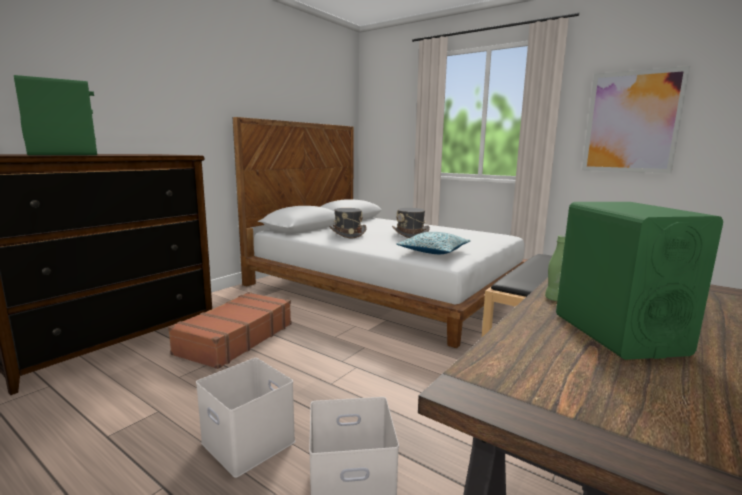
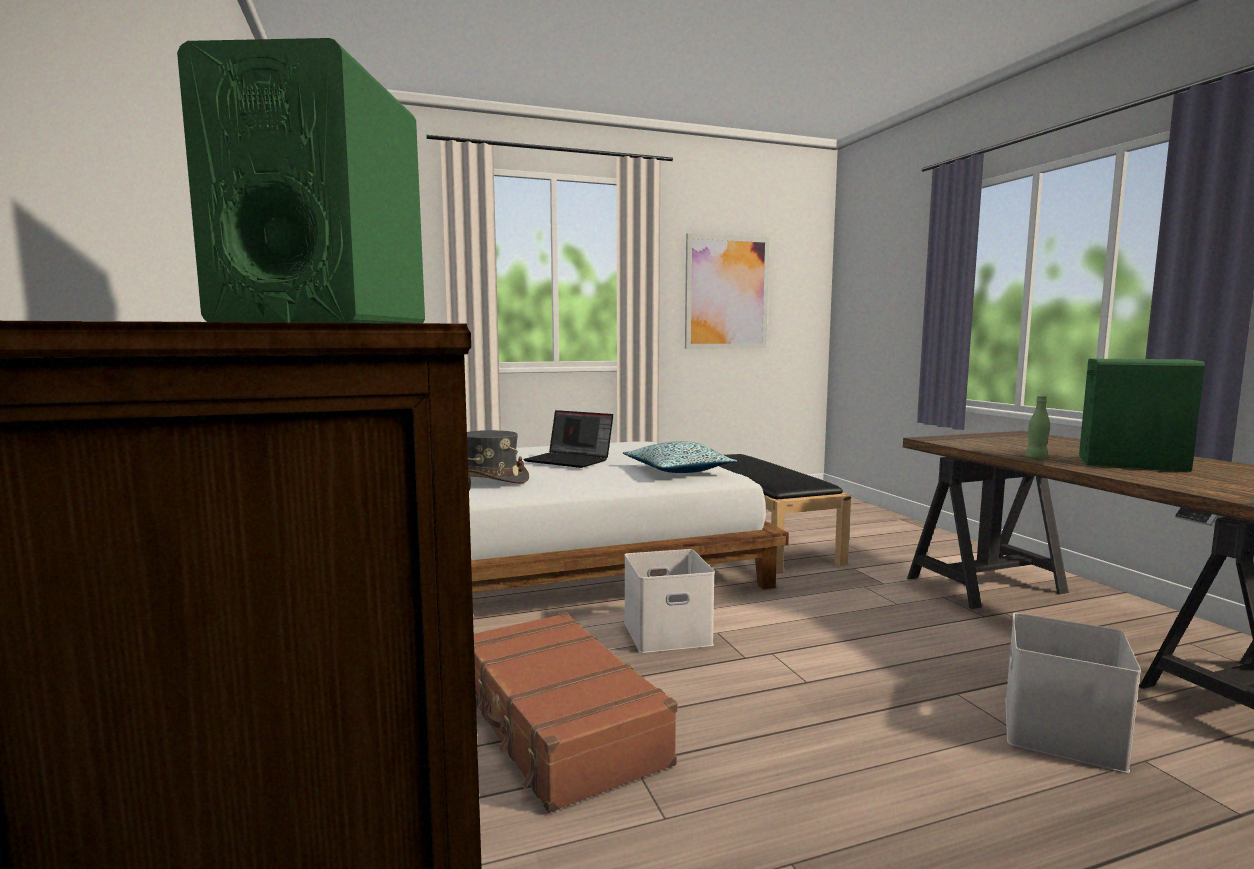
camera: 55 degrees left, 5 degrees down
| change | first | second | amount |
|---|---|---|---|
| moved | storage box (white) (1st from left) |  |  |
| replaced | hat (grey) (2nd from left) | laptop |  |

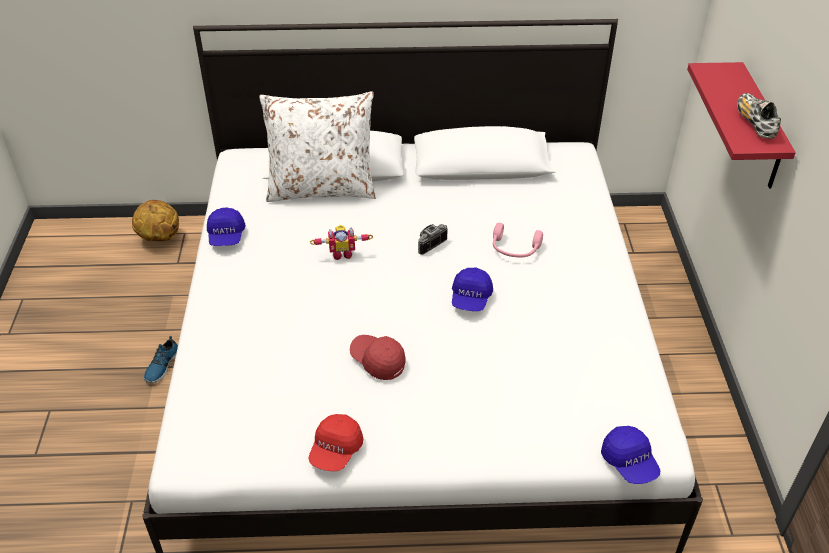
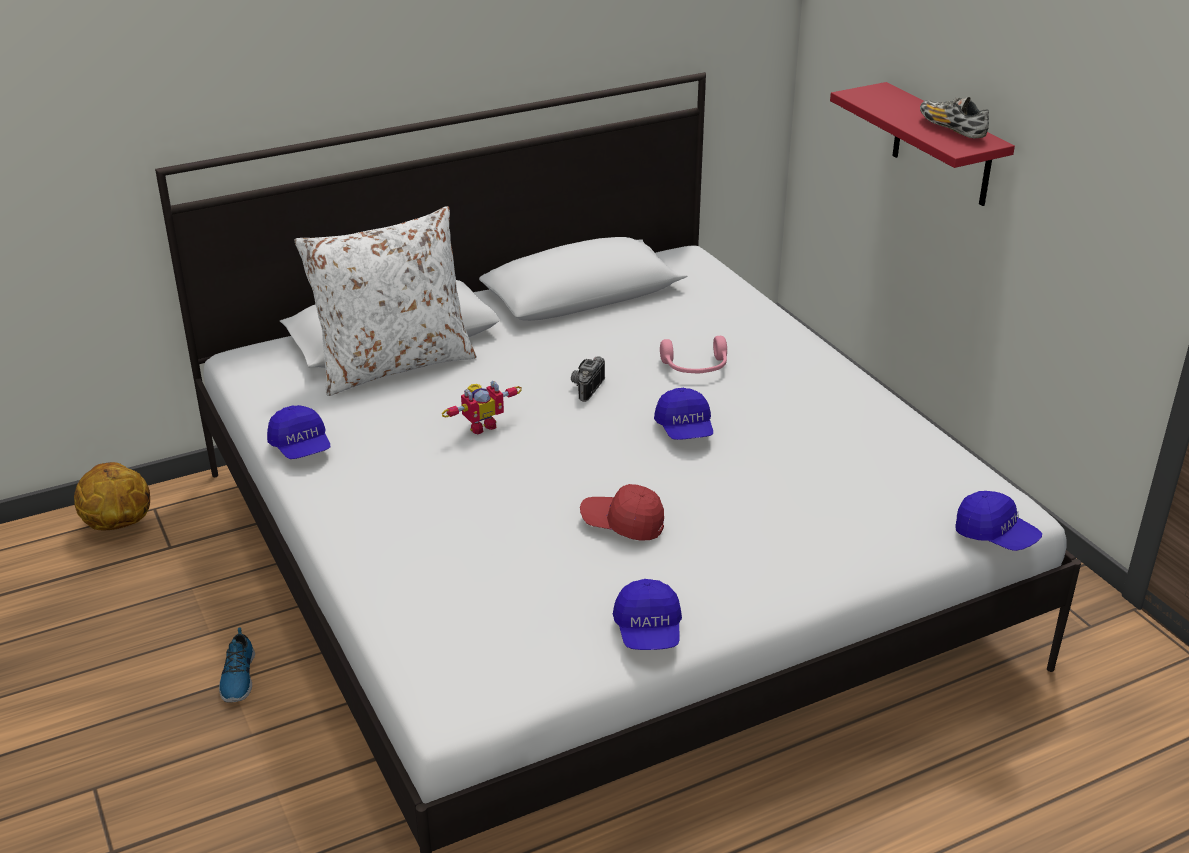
camera: 25 degrees left, 10 degrees down
| change | first | second | amount |
|---|---|---|---|
| recoloured | cap (red) (1st from left) | cap (blue) (2nd from left) |  |

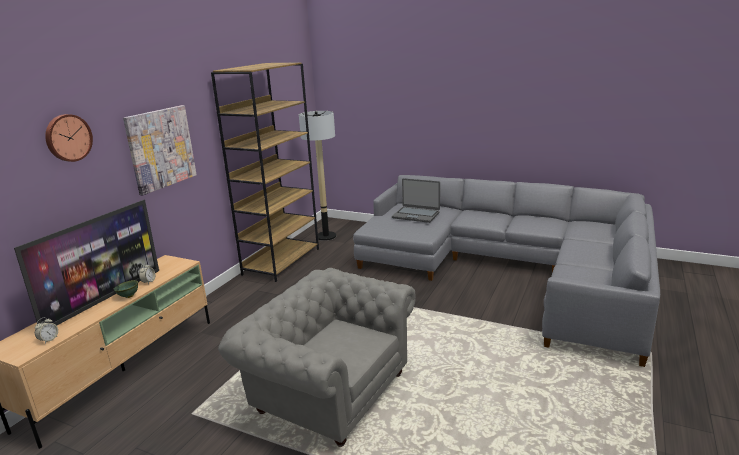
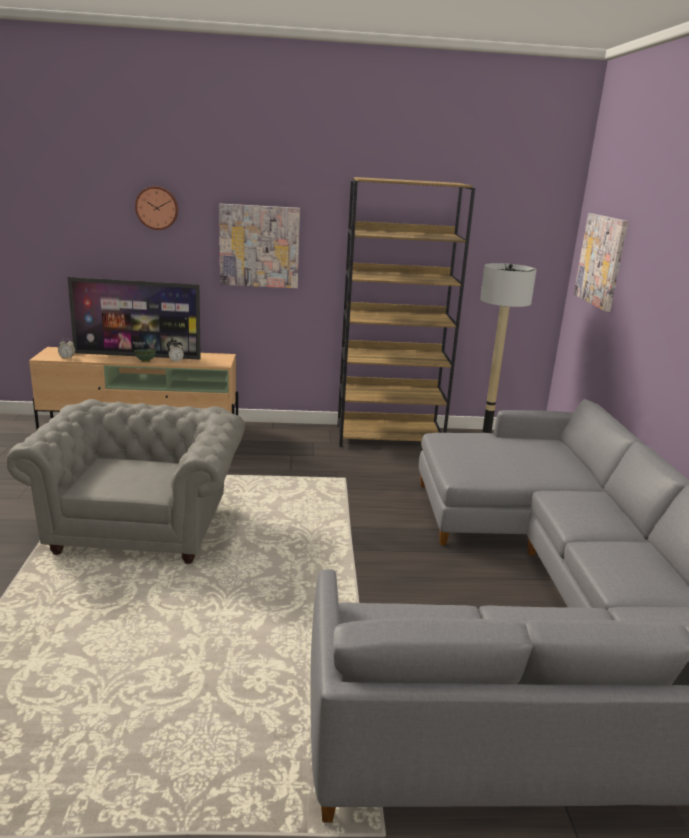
camera: 60 degrees right, 0 degrees up
| change | first | second | amount |
|---|---|---|---|
| removed | laptop |  |  |
| added |  | picture (2nd from left) |  |

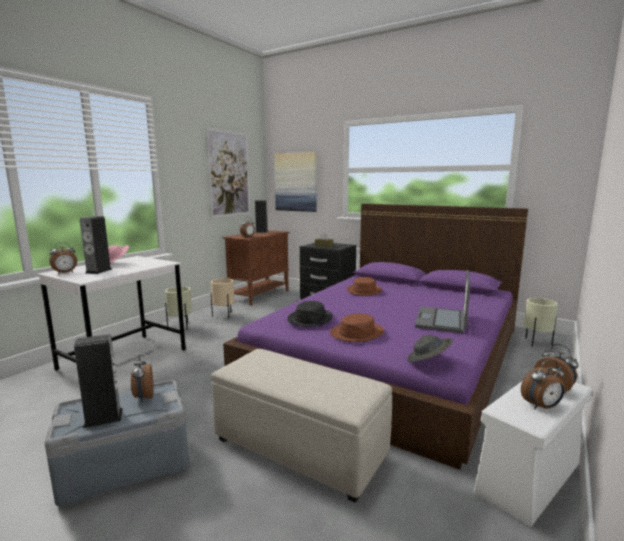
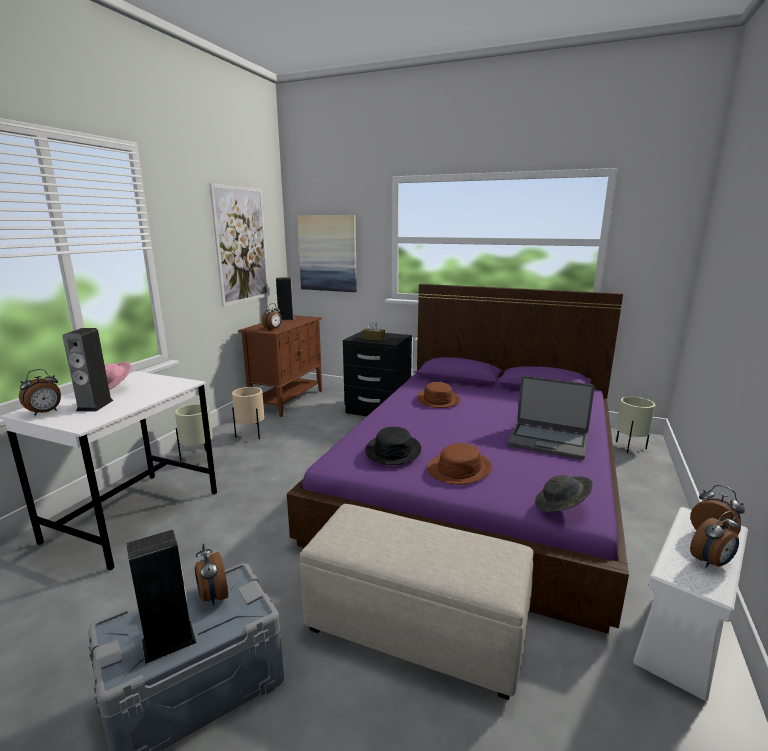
camera: 10 degrees left, 5 degrees up
| change | first | second | amount |
|---|---|---|---|
| turned | laptop |  | 75 degrees counterclockwise |

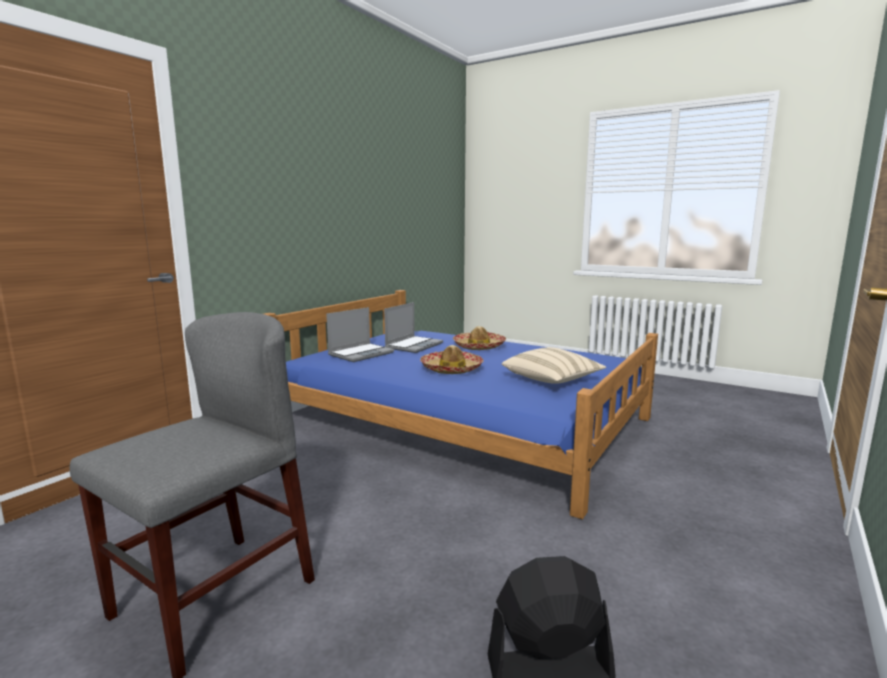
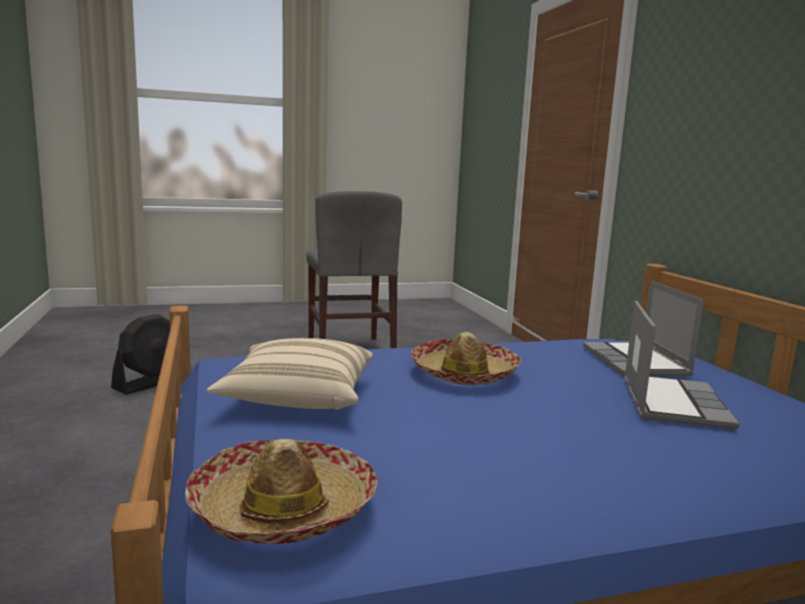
camera: 130 degrees right, 0 degrees up
| change | first | second | amount |
|---|---|---|---|
| turned | laptop (2nd from left) |  | 150 degrees counterclockwise |
| moved | hat (2nd from left in the first image) | hat (1st from left) |  |

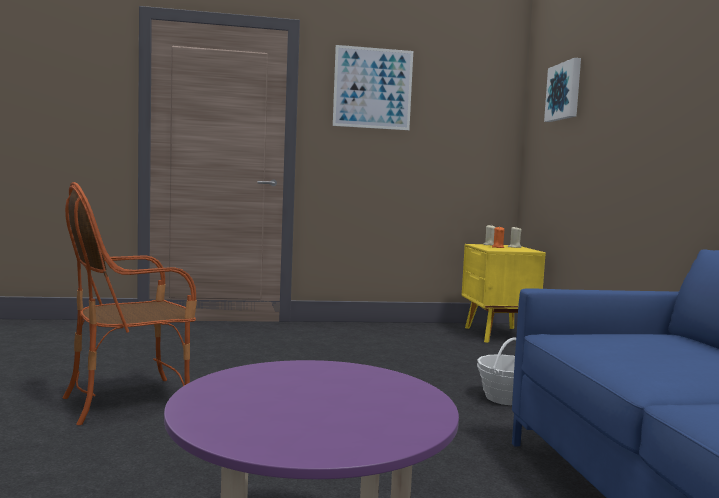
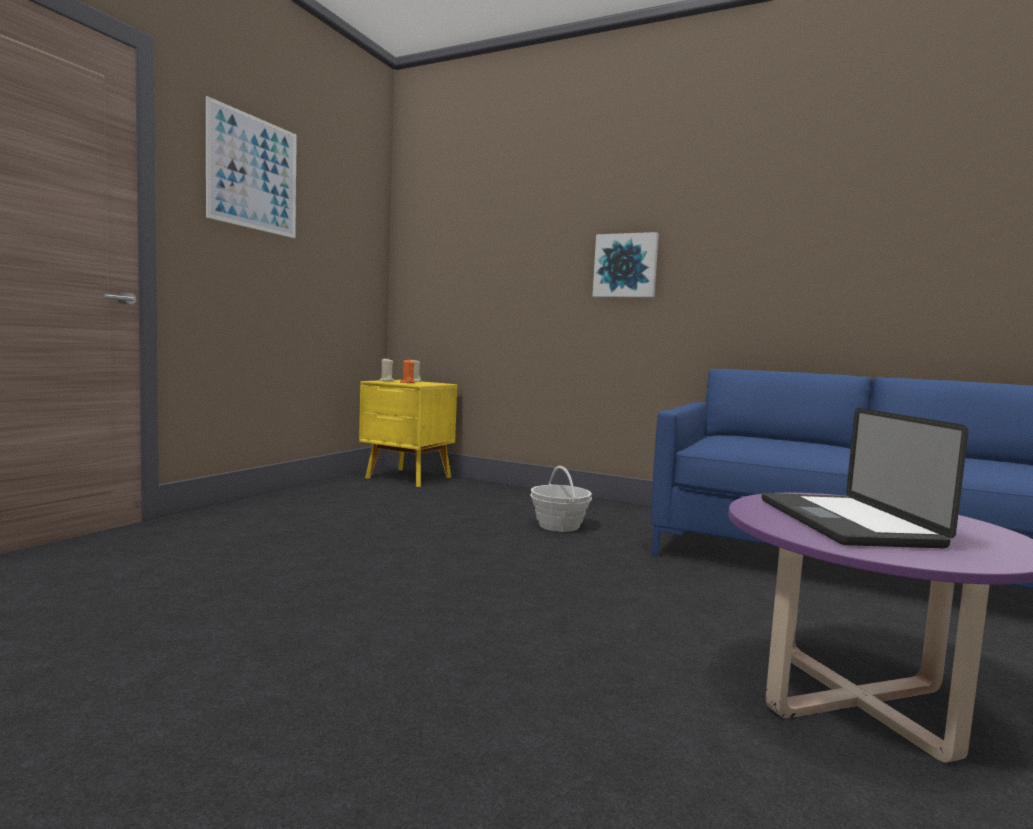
camera: 55 degrees left, 0 degrees up
| change | first | second | amount |
|---|---|---|---|
| removed | armchair |  |  |
| moved | picture (2nd from left) |  |  |
| added |  | laptop |  |

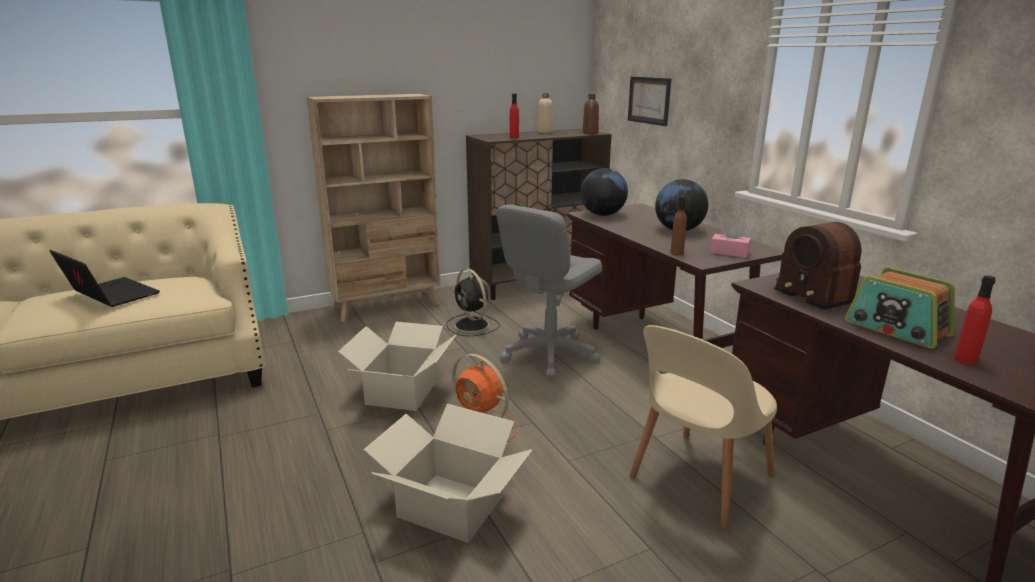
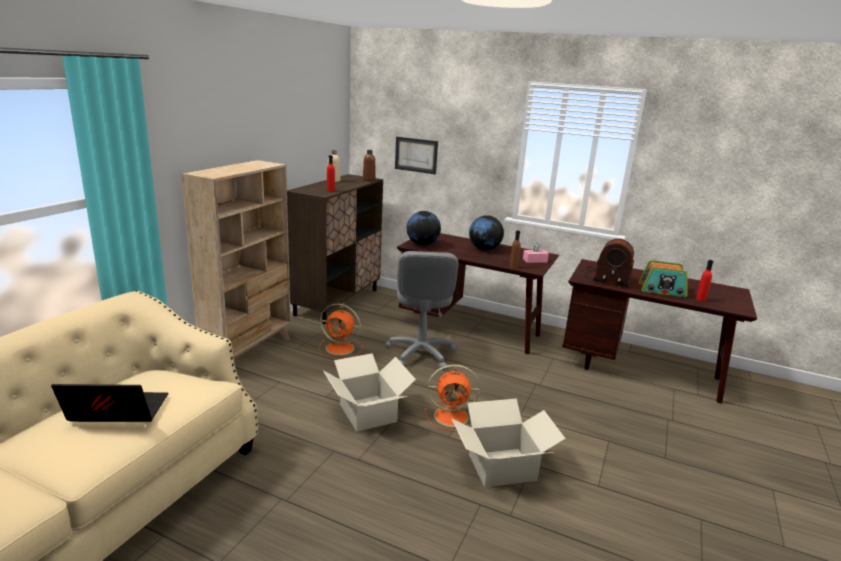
camera: 40 degrees left, 0 degrees up
| change | first | second | amount |
|---|---|---|---|
| recoloured | fan (black) | fan (orange) (1st from left) |  |
| removed | chair (beige) |  |  |

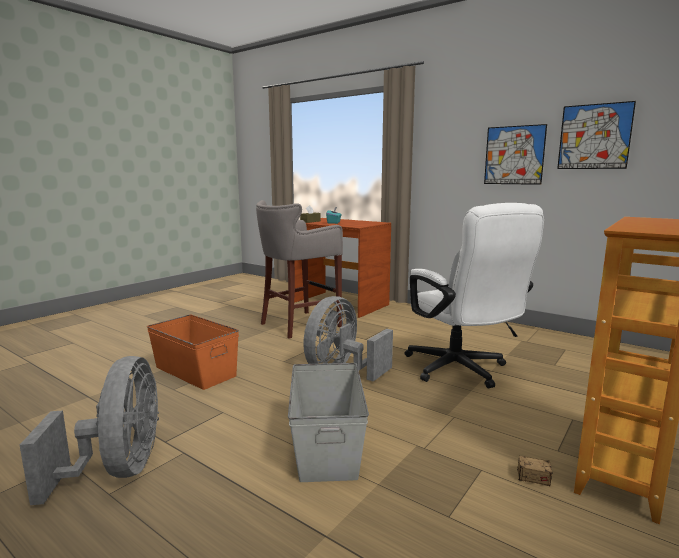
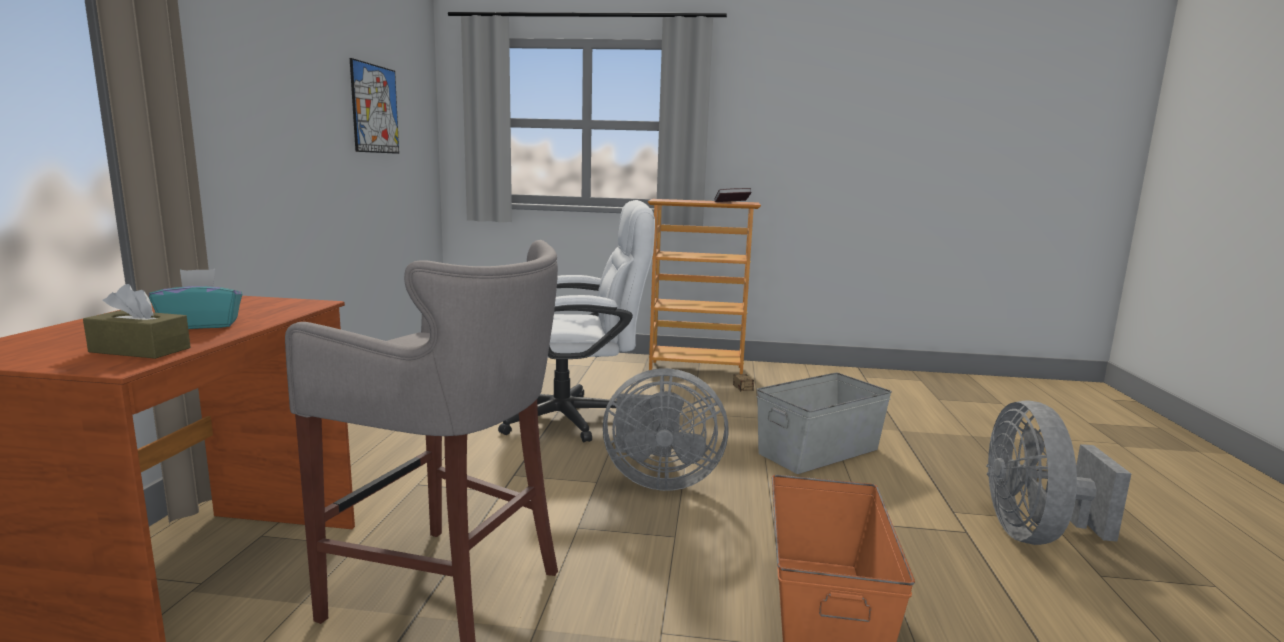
camera: 120 degrees left, 0 degrees up
| change | first | second | amount |
|---|---|---|---|
| turned | fan (grey) (1st from left in the first image) | fan (grey) (2nd from left) | 45 degrees counterclockwise |
| turned | office chair (white) |  | 45 degrees clockwise |
| removed | picture (1st from left) |  |  |
| added |  | book |  |

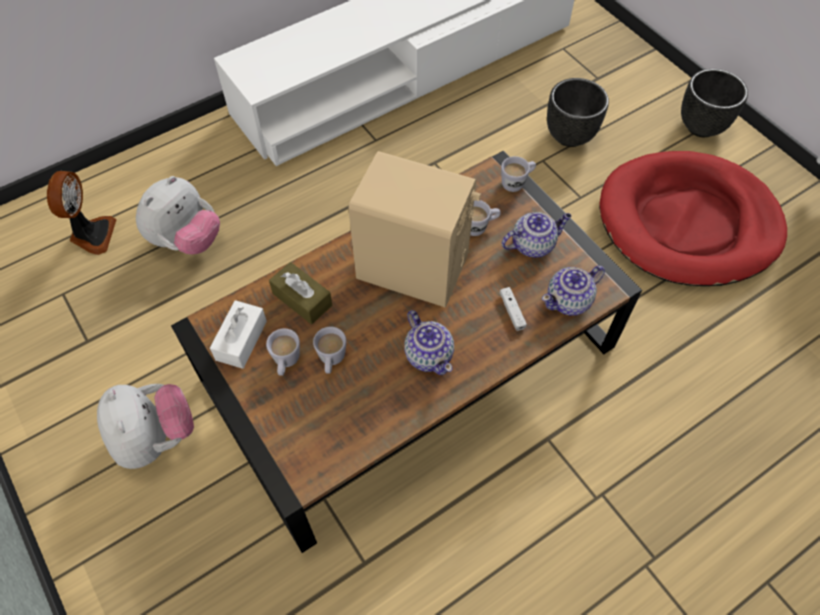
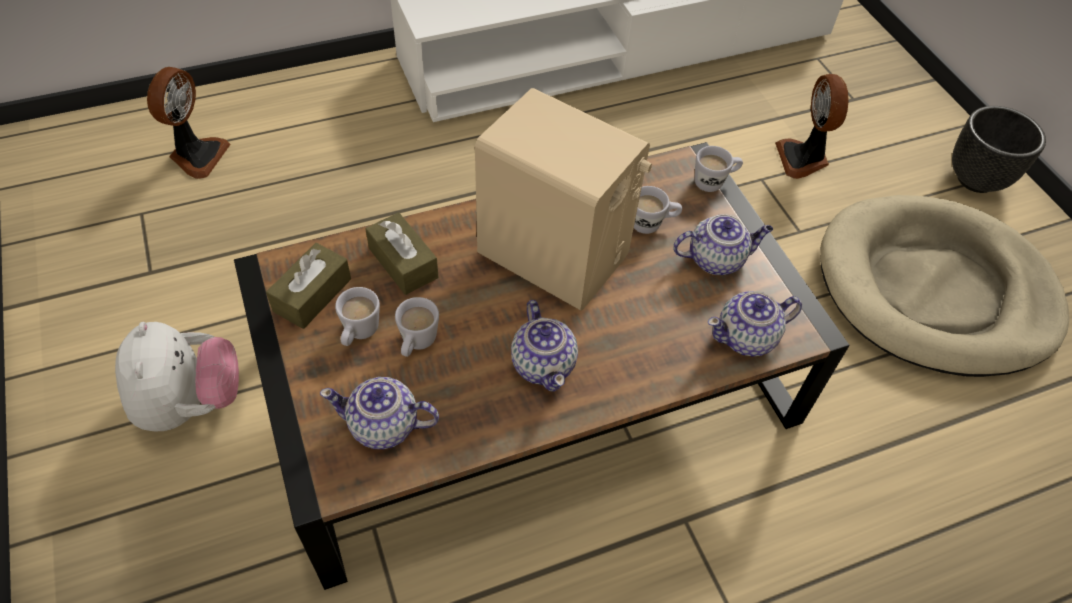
camera: 10 degrees right, 5 degrees down
| change | first | second | amount |
|---|---|---|---|
| removed | plush toy (2nd from left) |  |  |
| recoloured | tissue box (white) | tissue box (brown) (1st from left) |  |
| removed | game controller (white) |  |  |
| replaced | planter (black) (1st from left) | fan (2nd from left) |  |
| recoloured | dog bed (red) | dog bed (beige) |  |
| added |  | teapot (1st from left) |  |

